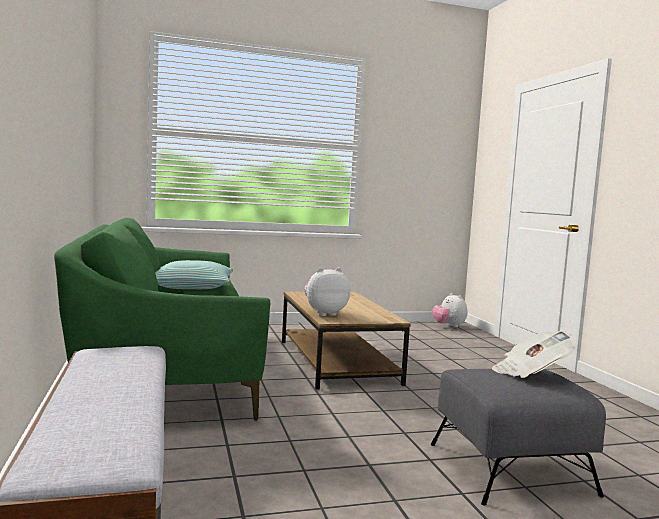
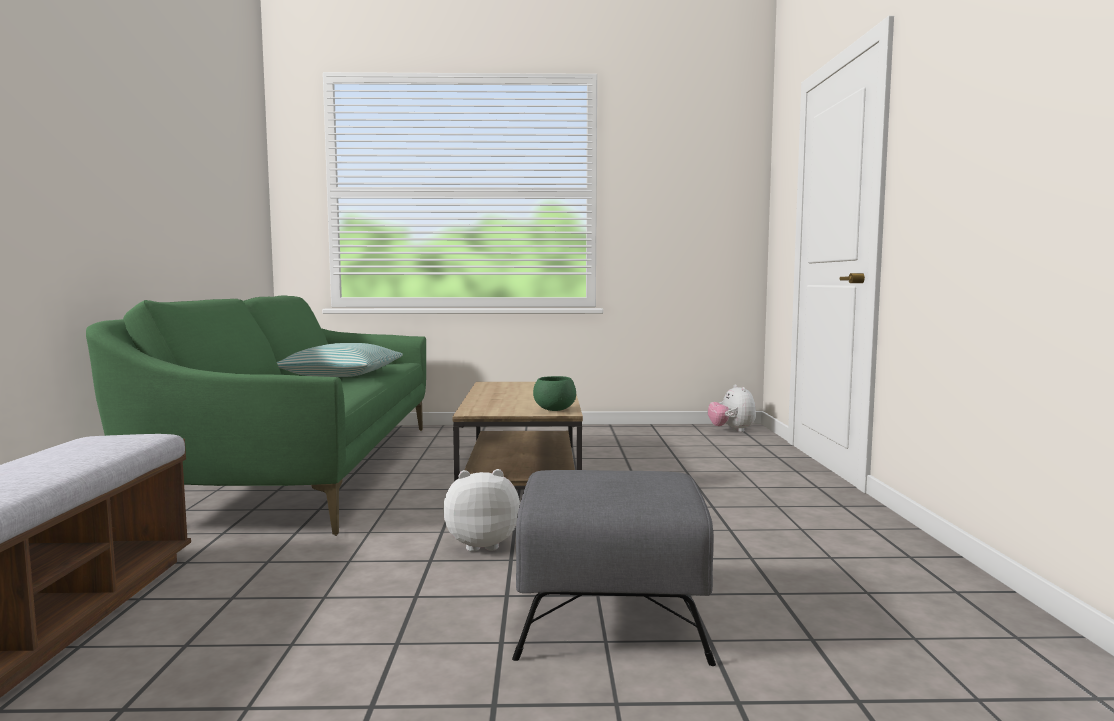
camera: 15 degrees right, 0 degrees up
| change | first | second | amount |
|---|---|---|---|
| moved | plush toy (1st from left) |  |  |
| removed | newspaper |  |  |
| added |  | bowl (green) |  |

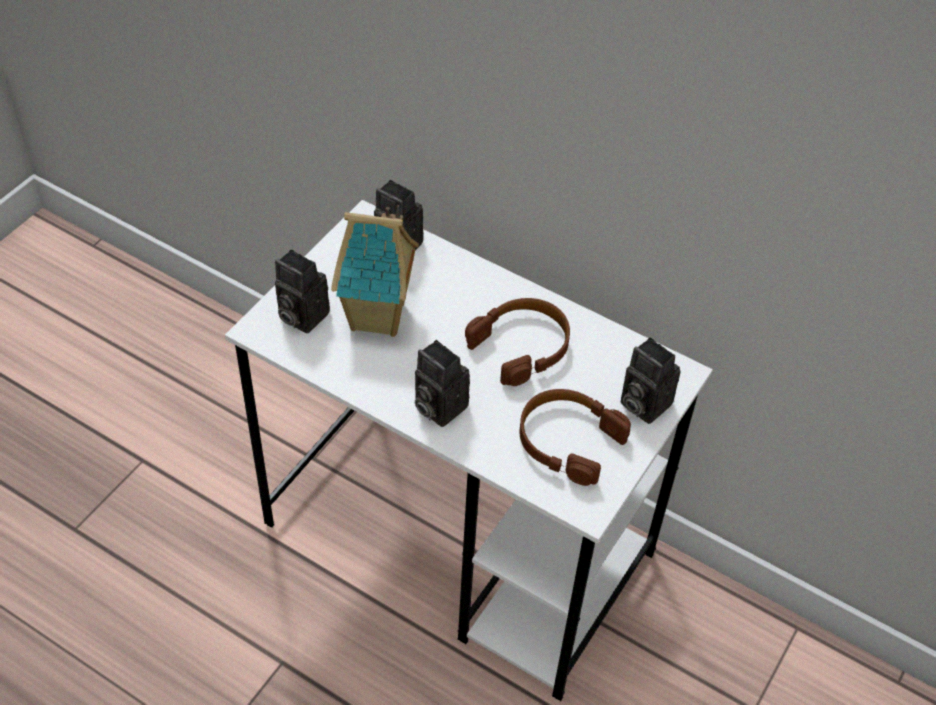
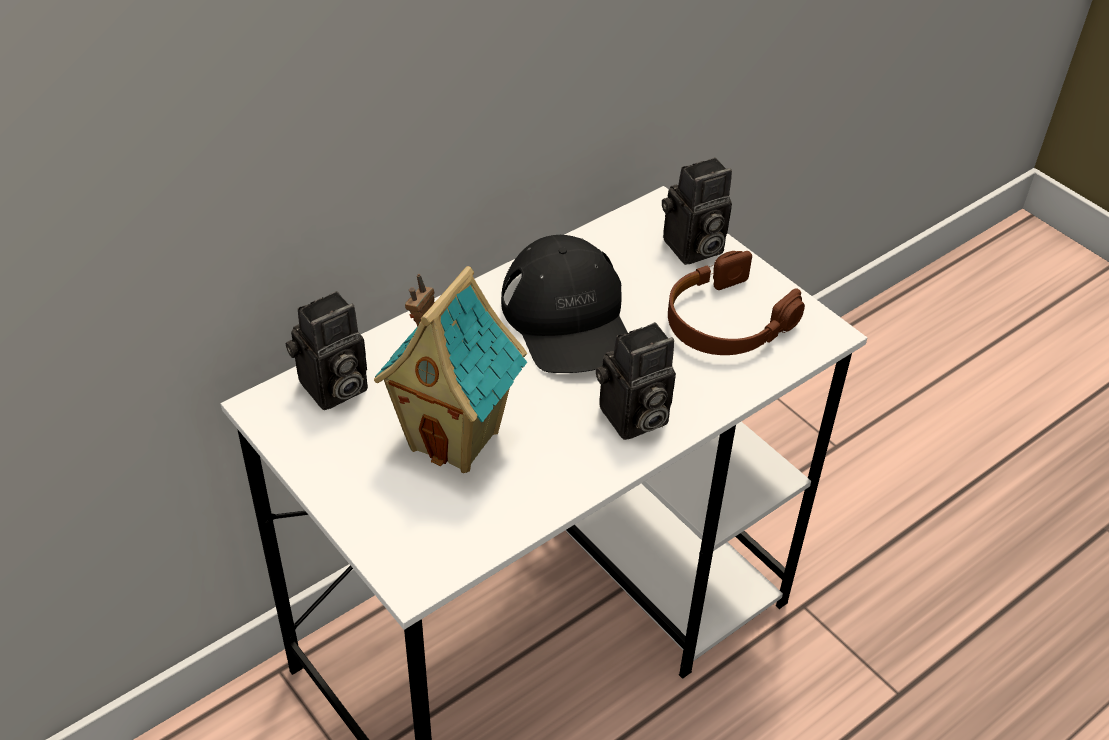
camera: 70 degrees left, 5 degrees down
| change | first | second | amount |
|---|---|---|---|
| removed | photo camera (1st from left) |  |  |
| replaced | headphones (brown) (1st from left) | cap (black) |  |

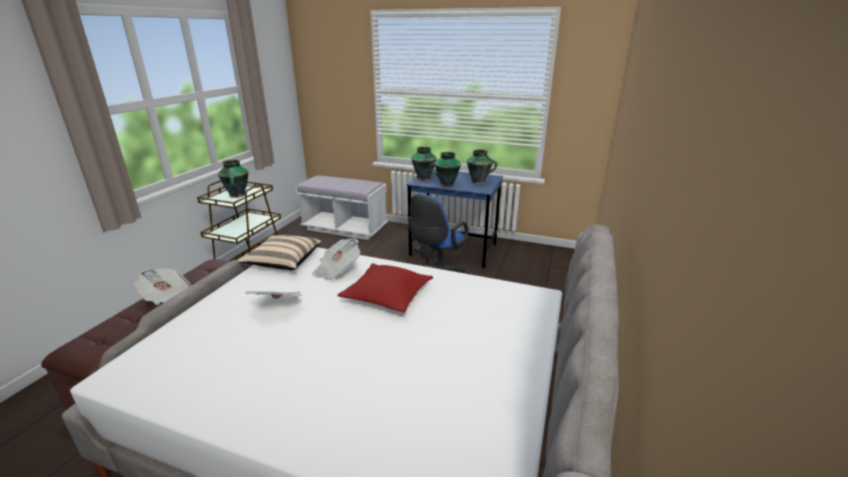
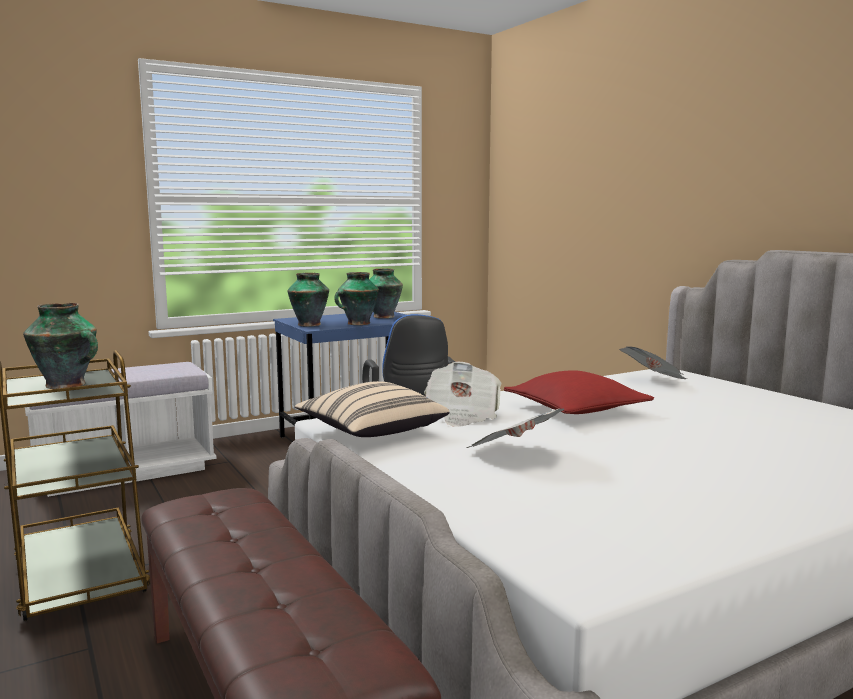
camera: 50 degrees left, 15 degrees down
| change | first | second | amount |
|---|---|---|---|
| moved | newspaper (1st from left in the first image) | newspaper (3rd from left) |  |

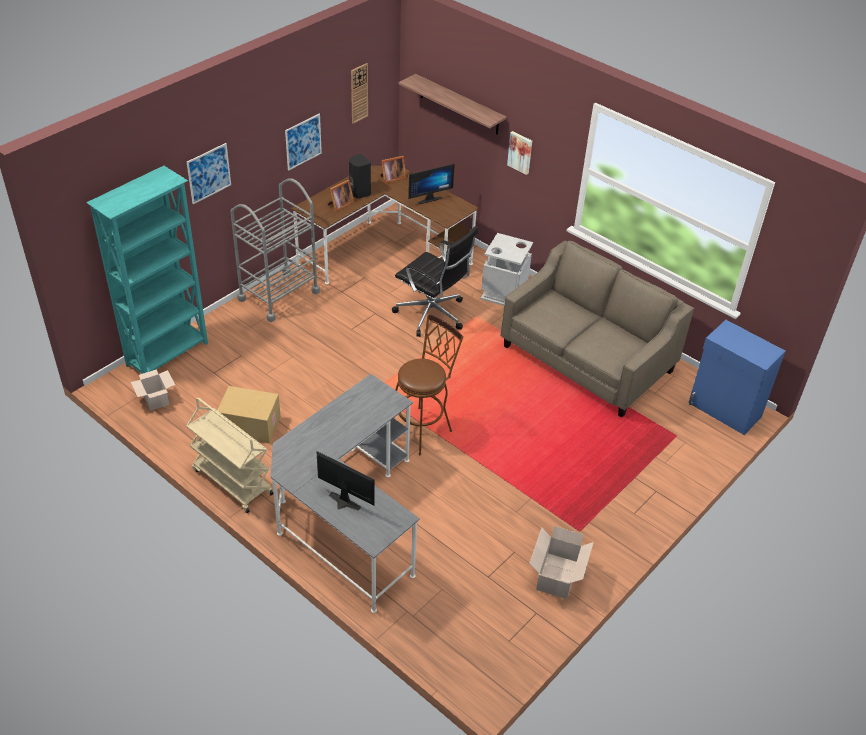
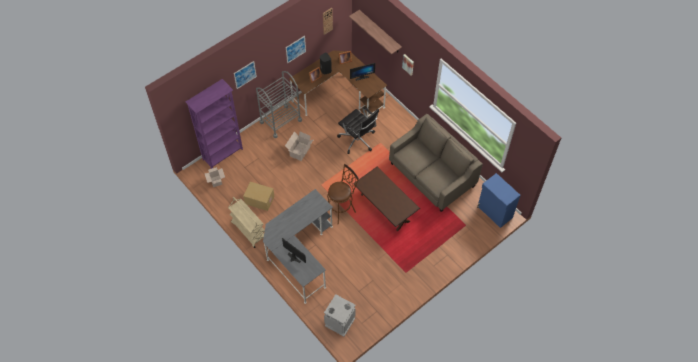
camera: 10 degrees right, 15 degrees up
| change | first | second | amount |
|---|---|---|---|
| recoloured | bookcase (turquoise) | bookcase (purple) |  |
| moved | trash can (grey) |  |  |
| moved | cardboard box (3rd from left) |  |  |
| added |  | coffee table (brown) |  |

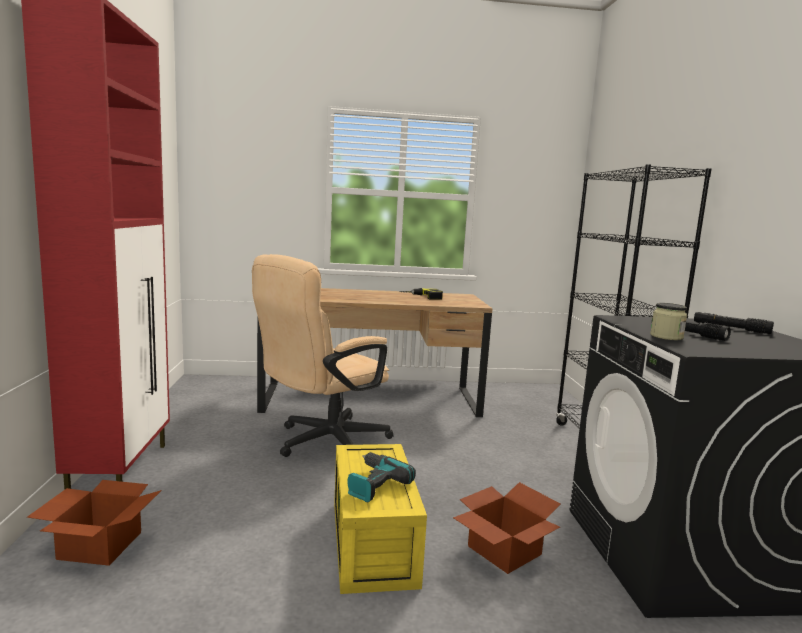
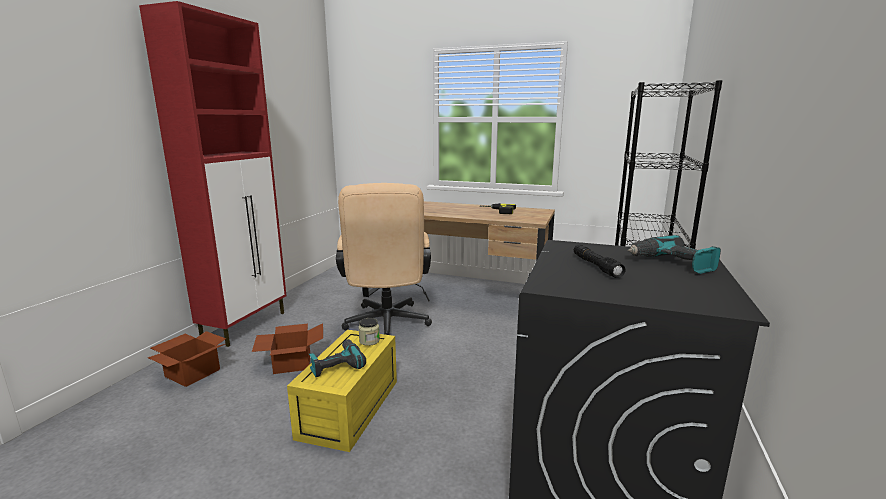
camera: 25 degrees right, 5 degrees up
| change | first | second | amount |
|---|---|---|---|
| turned | office chair (beige) |  | 75 degrees counterclockwise |
| moved | cardboard box (2nd from left) |  |  |
| moved | jar |  |  |
| replaced | flashlight (black) (2nd from left) | power drill (3rd from left) |  |

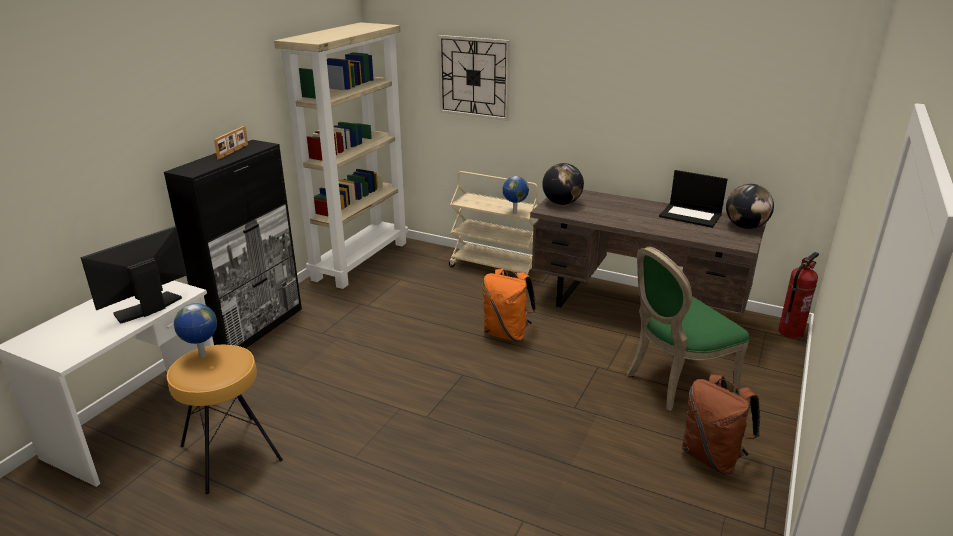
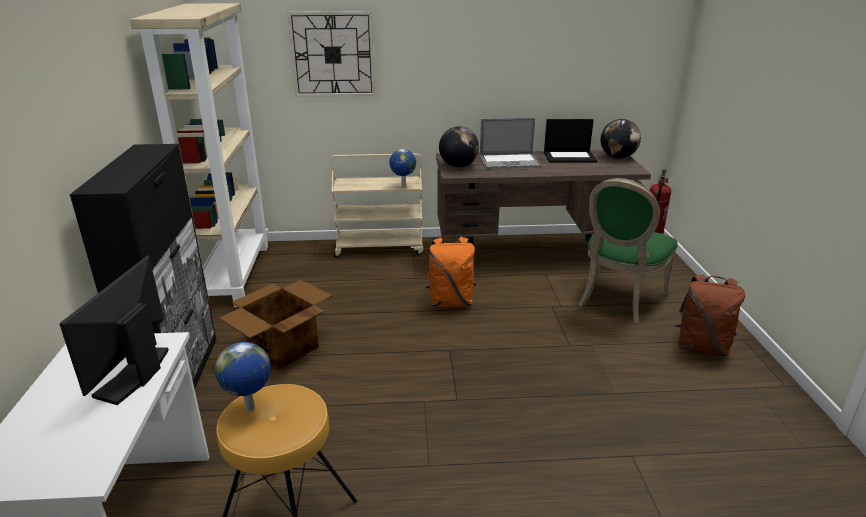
camera: 30 degrees left, 0 degrees up
| change | first | second | amount |
|---|---|---|---|
| removed | picture frame |  |  |
| added |  | cardboard box |  |
| added |  | laptop (1st from left) |  |

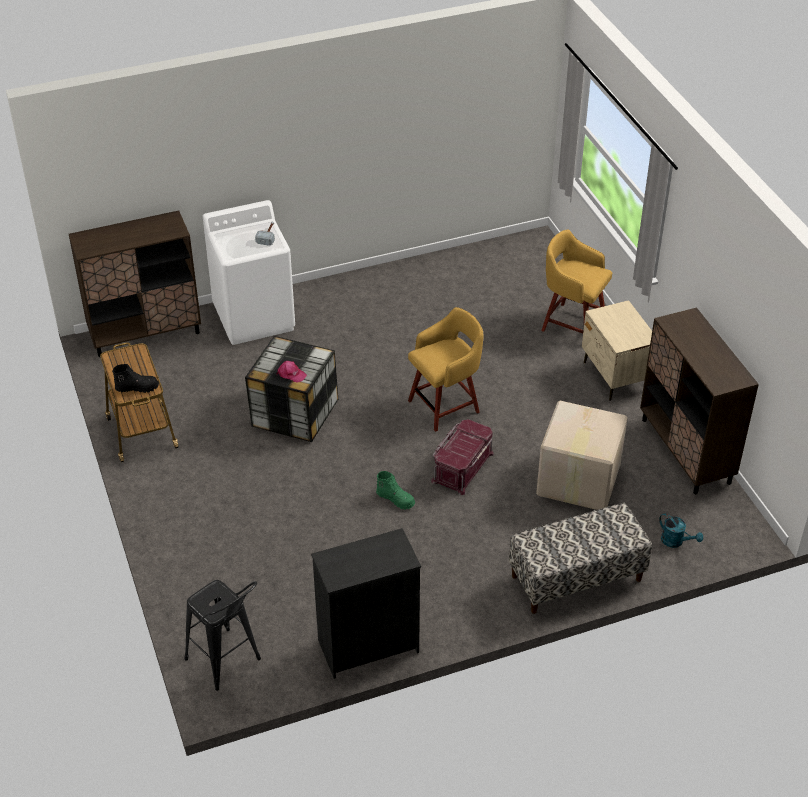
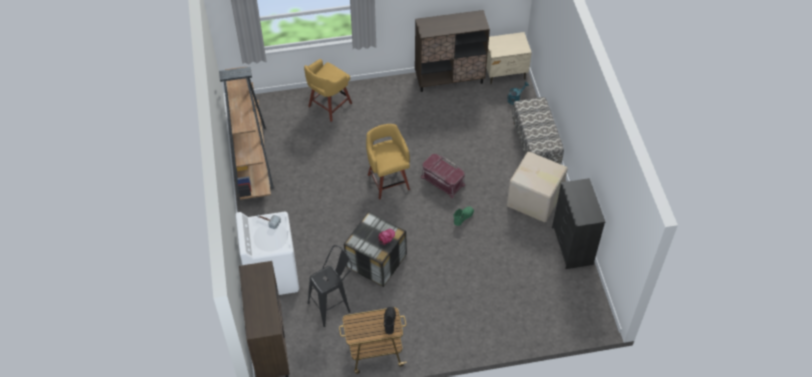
camera: 80 degrees left, 10 degrees up
| change | first | second | amount |
|---|---|---|---|
| moved | stool (black) |  |  |
| moved | cardboard box |  |  |
| moved | nightstand (beige) |  |  |
| added |  | bookcase (brown) |  |

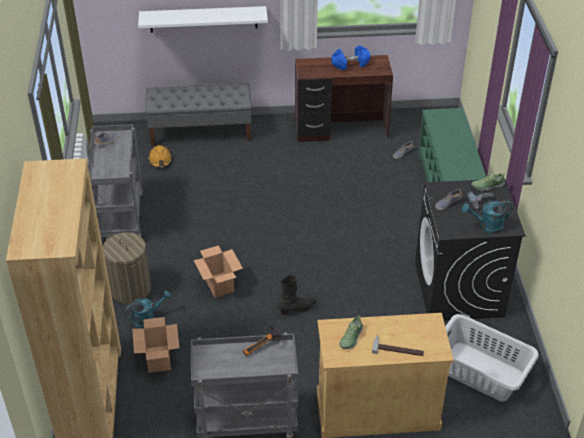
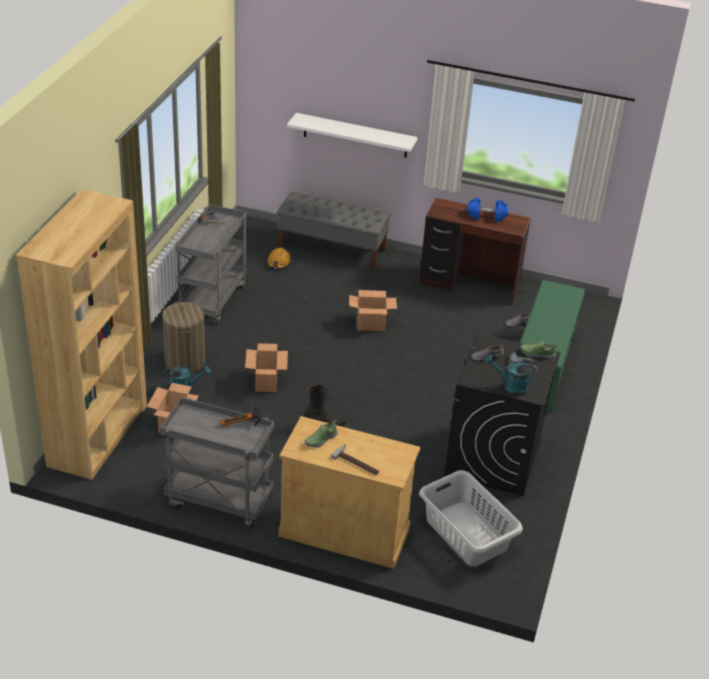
camera: 20 degrees right, 5 degrees down
| change | first | second | amount |
|---|---|---|---|
| added |  | cardboard box (3rd from left) |  |

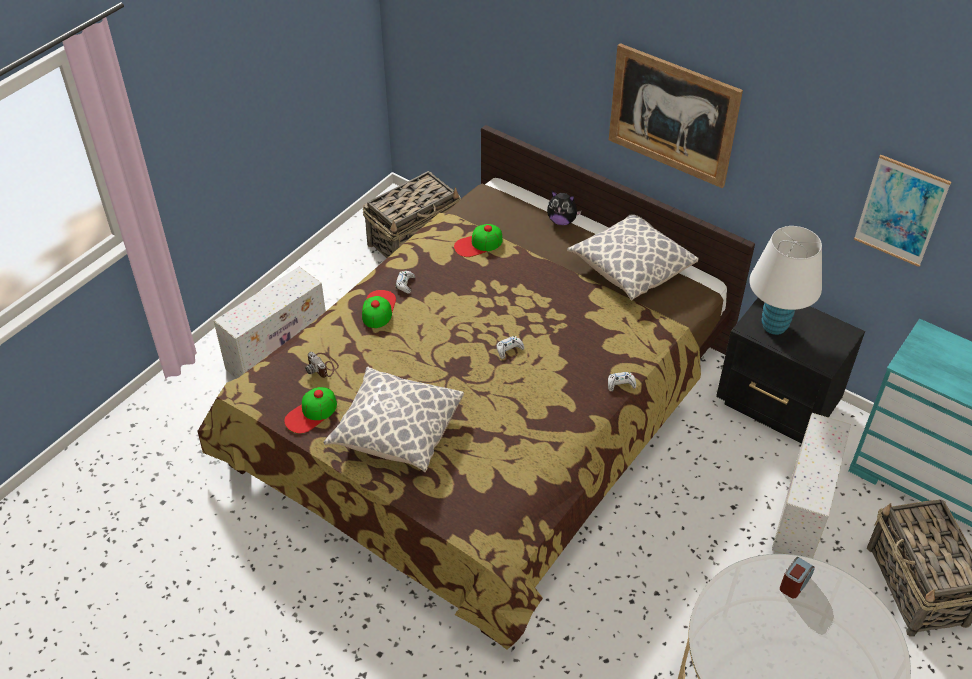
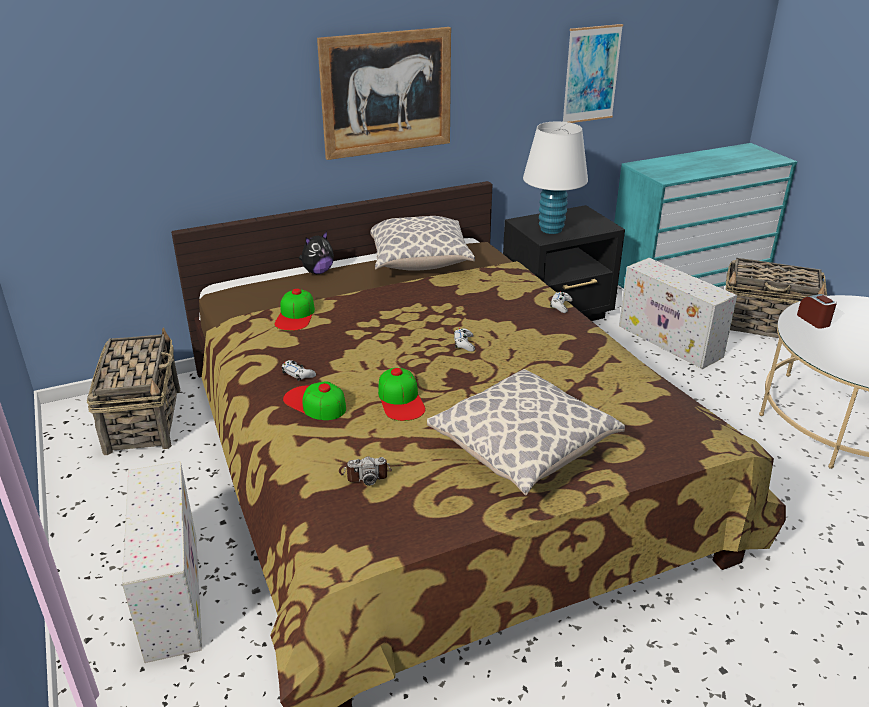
camera: 60 degrees left, 15 degrees down
| change | first | second | amount |
|---|---|---|---|
| moved | cap (1st from left in the first image) | cap (3rd from left) |  |

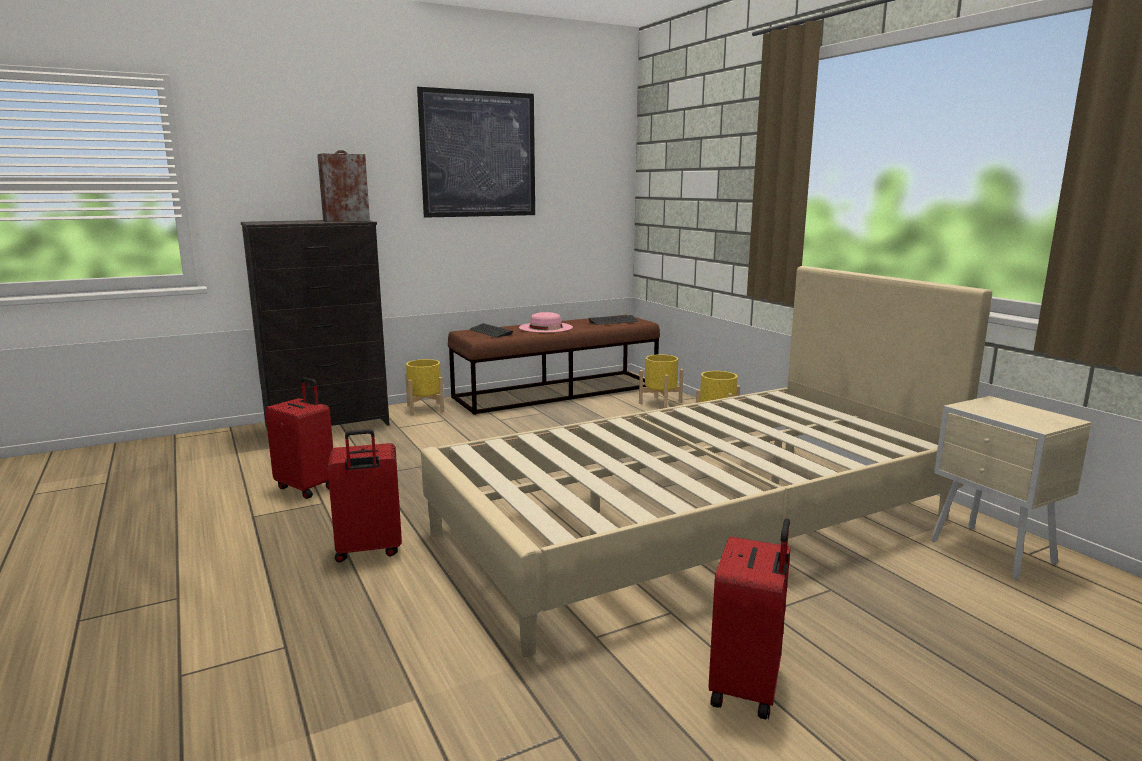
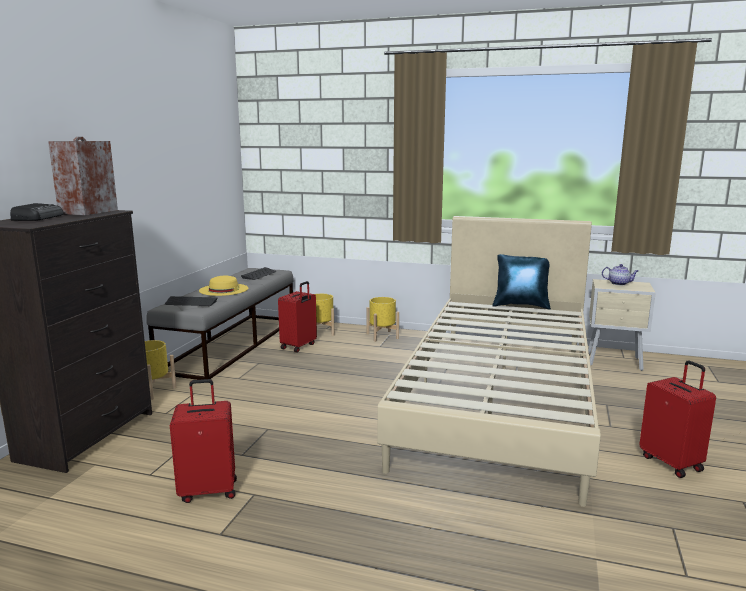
camera: 45 degrees left, 0 degrees up
| change | first | second | amount |
|---|---|---|---|
| moved | suitcase (red) (2nd from left) |  |  |
| removed | picture |  |  |
| recoloured | bench (brown) | bench (grey) |  |
| recoloured | hat (pink) | hat (yellow) |  |
| added |  | radio |  |
| added |  | pillow (blue) |  |
| added |  | teapot |  |

